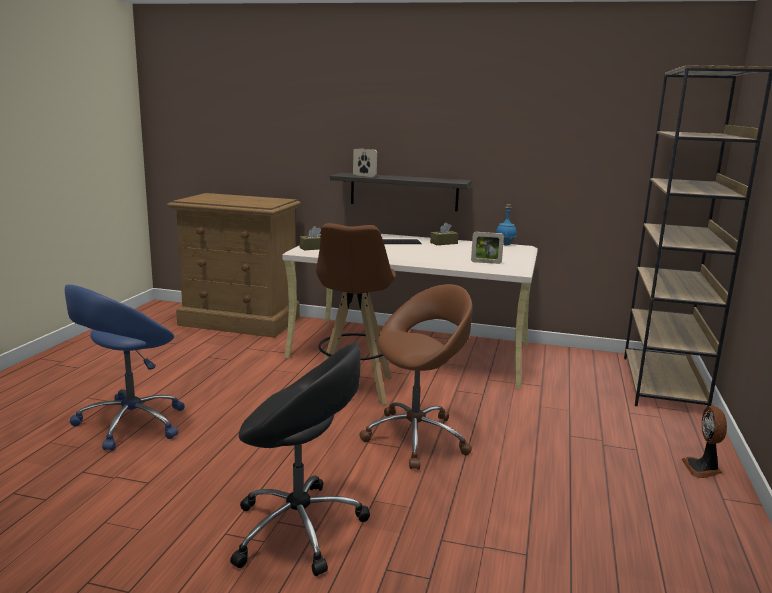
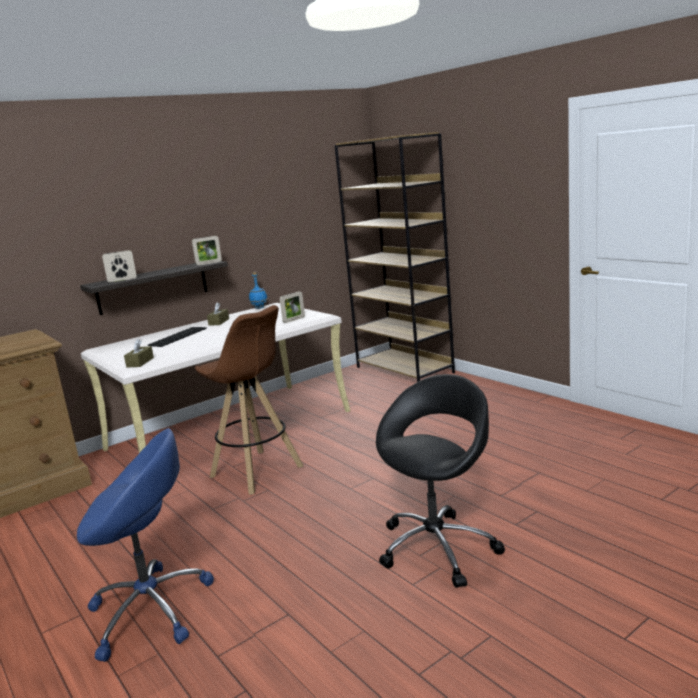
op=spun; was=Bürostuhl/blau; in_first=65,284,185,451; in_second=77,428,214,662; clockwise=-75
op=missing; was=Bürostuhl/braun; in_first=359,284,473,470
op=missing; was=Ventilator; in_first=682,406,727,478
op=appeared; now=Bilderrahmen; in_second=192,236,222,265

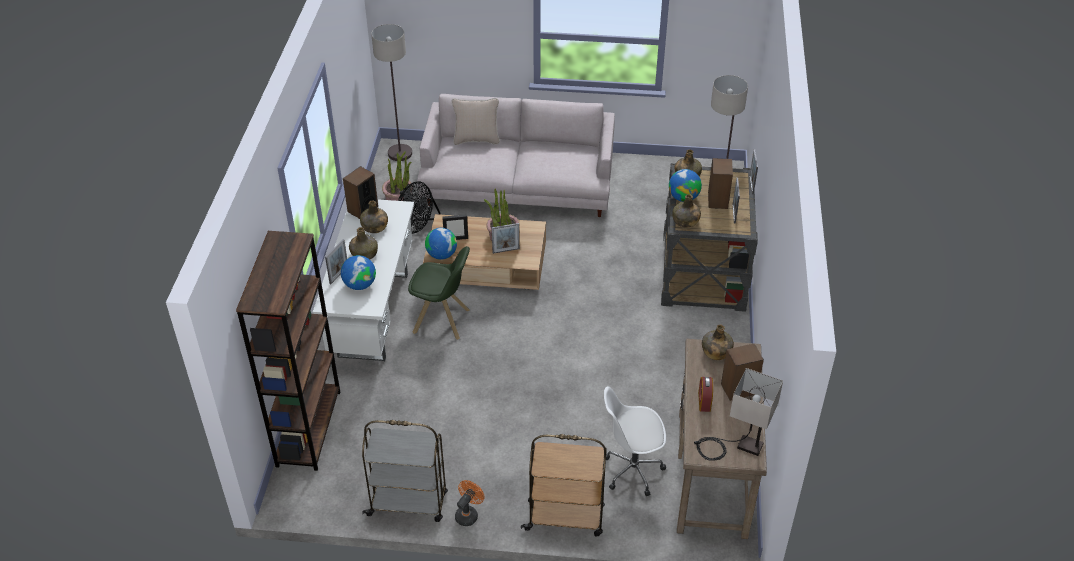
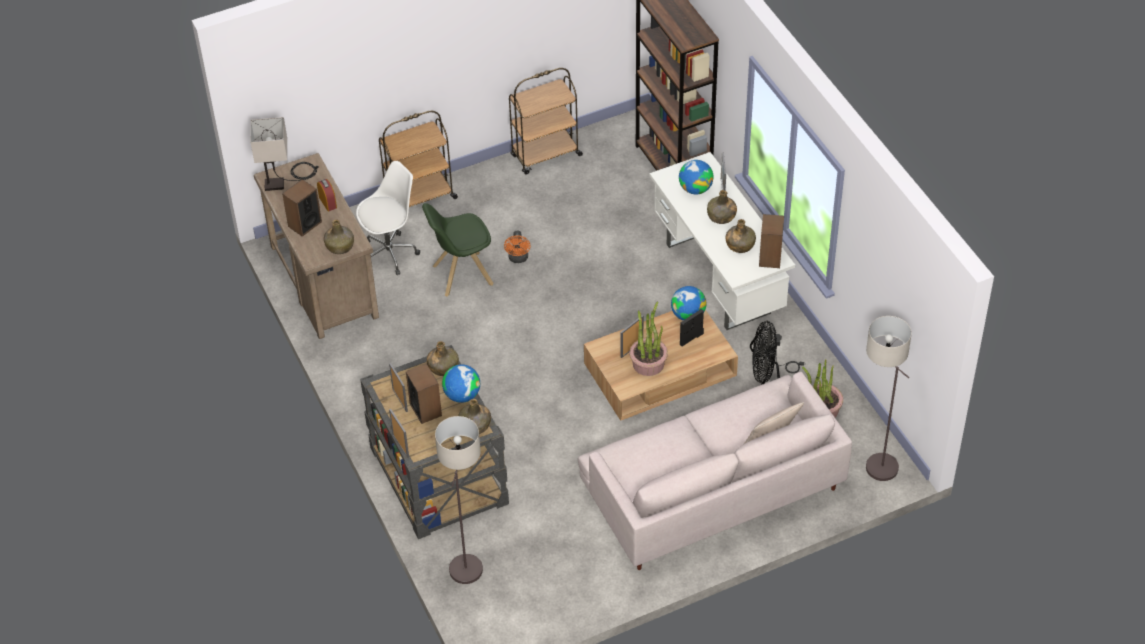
op=colour; was=Rollwagen/grau; now=Rollwagen/braun; in_first=362,420,448,522; in_second=509,68,583,175
op=relocated; was=Stuhl/grün; in_first=408,246,470,340; in_second=422,203,494,297
op=relocated; was=Ventilator/orange; in_first=455,480,484,526; in_second=504,231,531,263

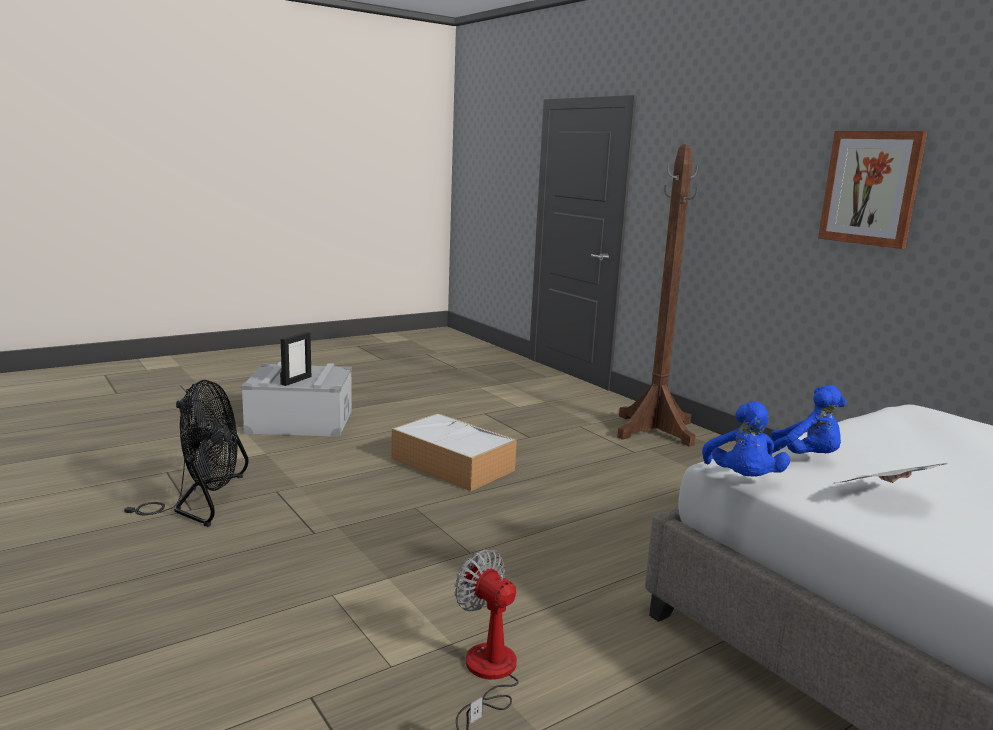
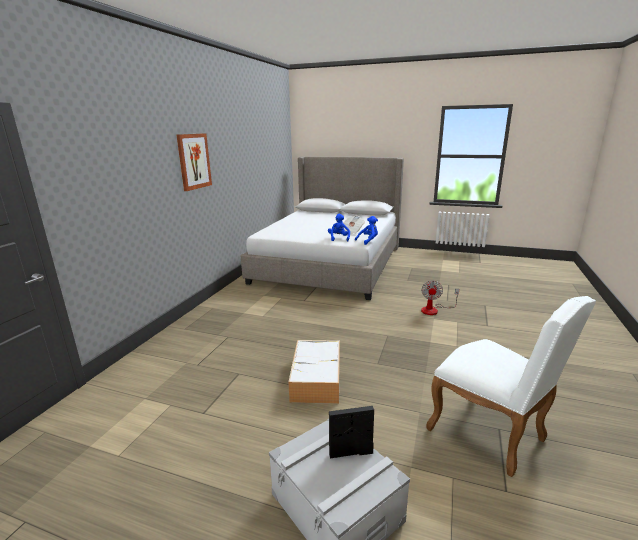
op=exchanged; was=Ventilator/schwarz; now=Stuhl/weiß; in_first=123,380,248,527; in_second=426,296,596,477
op=missing; was=Kleiderständer/braun; in_first=617,144,698,447

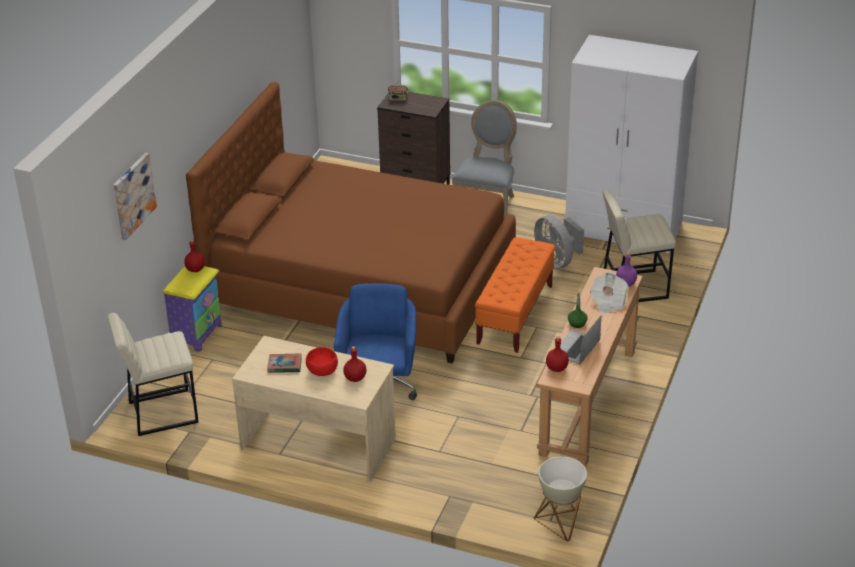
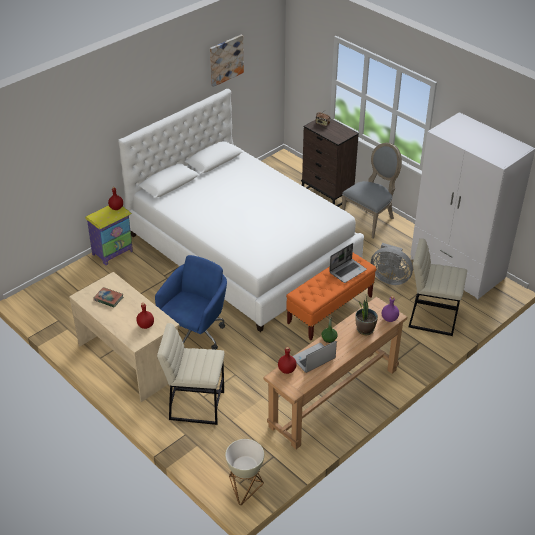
op=relocated; was=Stuhl/beige; in_first=108,313,199,436; in_second=157,323,225,425
op=relocated; was=Bild; in_first=113,153,157,240; in_second=210,35,244,87
op=colour; was=Bett/braun; now=Bett/weiß; in_first=186,82,516,363; in_second=118,89,364,332
op=missing; was=Schüssel/rot; in_first=306,347,338,376
op=spun; was=Ventilator/grau; in_first=534,215,584,269; in_second=371,243,413,285; clockwise=-60
op=exchanged; was=Zeitung; now=Topfpflanze; in_first=590,272,629,314; in_second=355,297,378,335
op=appeared; now=Laptop; in_second=329,243,367,283

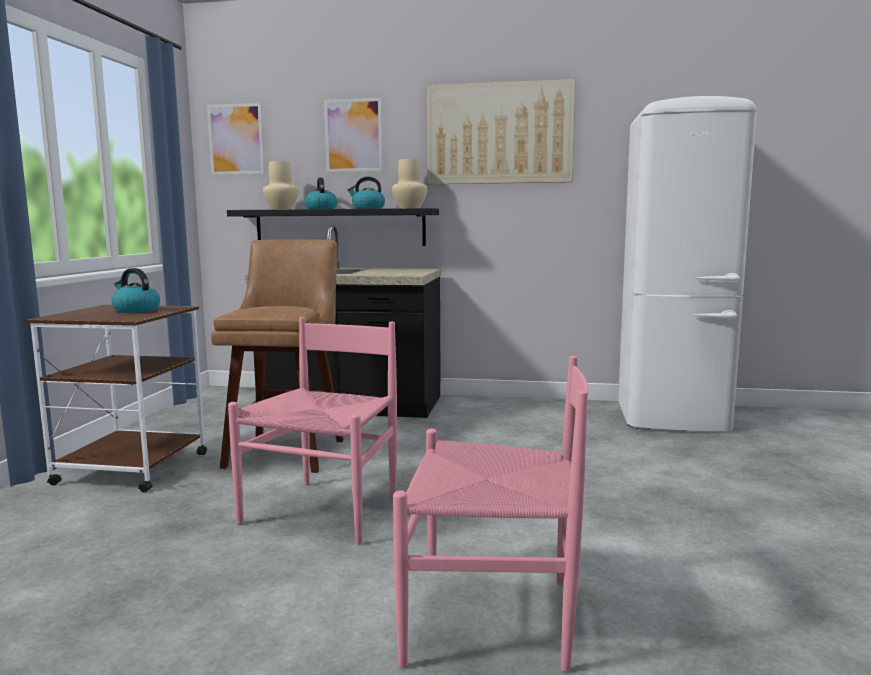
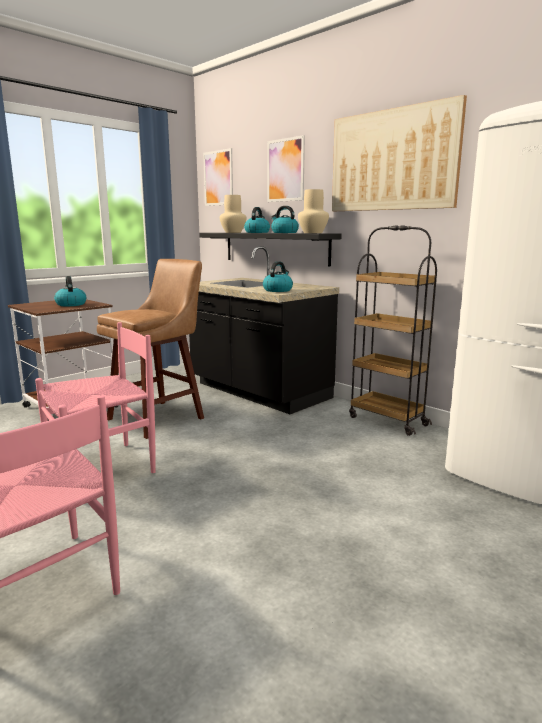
op=appeared; now=Wasserkessel; in_second=263,261,293,292
op=appeared; now=Rollwagen/braun; in_second=349,225,437,436

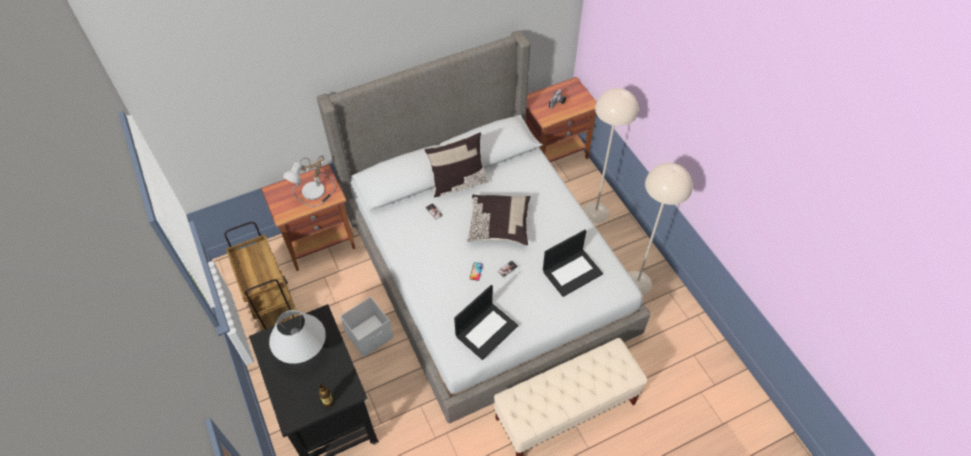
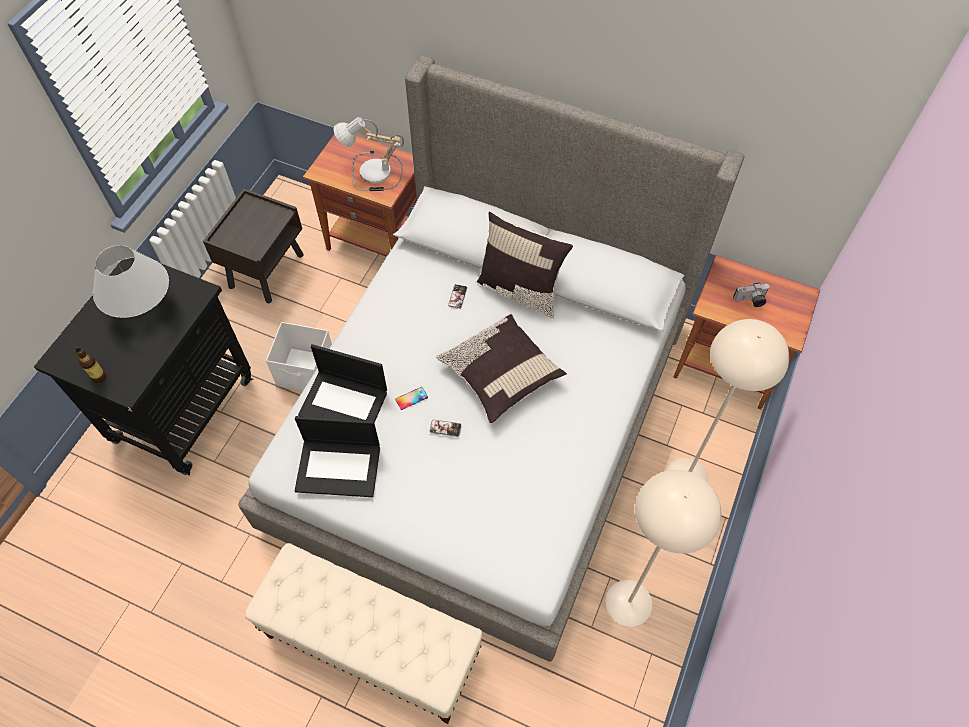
op=exchanged; was=Rollwagen/braun; now=Nachttisch/braun; in_first=225,222,299,331; in_second=203,188,303,303
op=relocated; was=Laptop; in_first=543,230,603,297; in_second=298,344,387,423

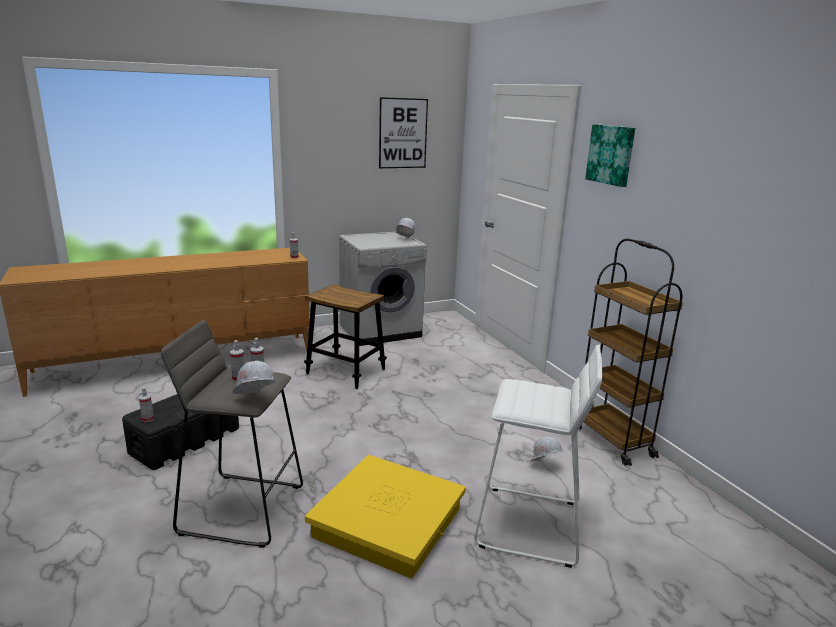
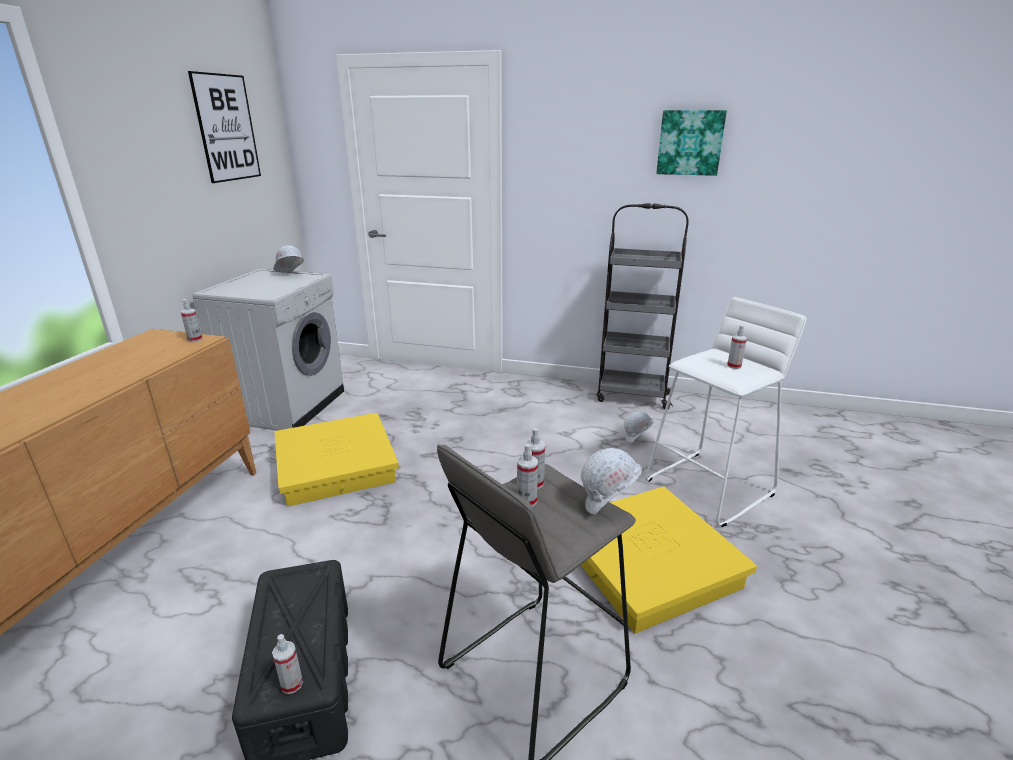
op=exchanged; was=Hocker; now=Aufbewahrungsbox/gelb; in_first=304,284,387,389; in_second=274,413,399,507
op=colour; was=Rollwagen/braun; now=Rollwagen/grau; in_first=579,239,683,466; in_second=596,203,689,409
op=relocated; was=Bild; in_first=585,124,635,187; in_second=656,110,727,176
op=appeared; now=Sprühflasche; in_second=727,325,747,369

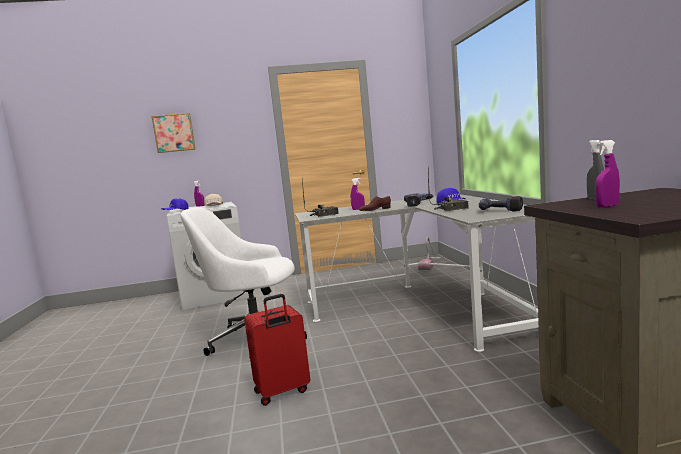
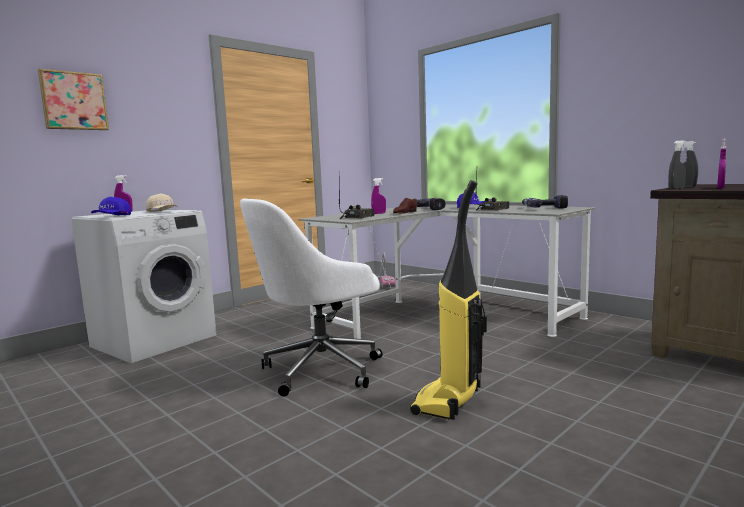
op=exchanged; was=Koffer/rot; now=Staubsauger; in_first=244,294,310,406; in_second=410,180,487,420
op=appeared; now=Sprühflasche/grau; in_second=668,140,686,190

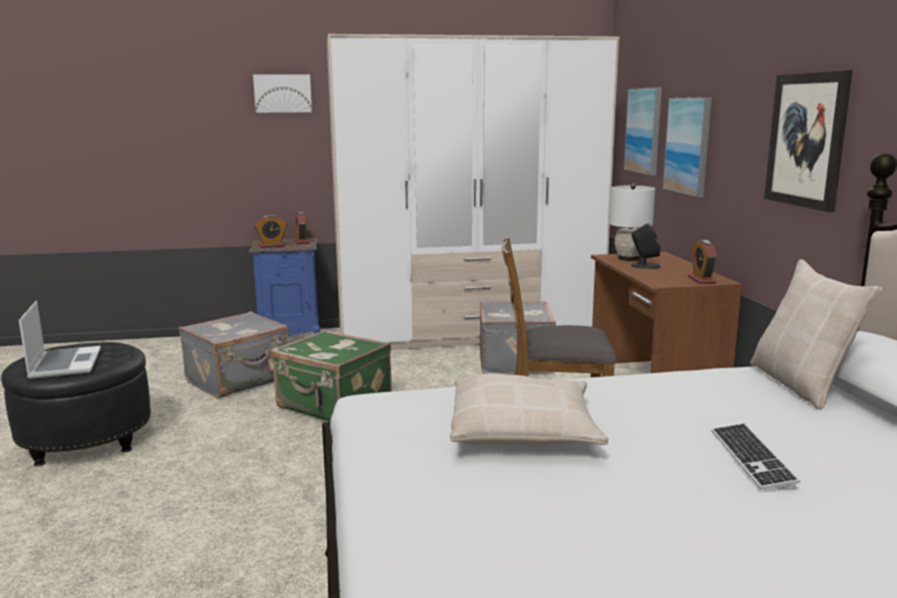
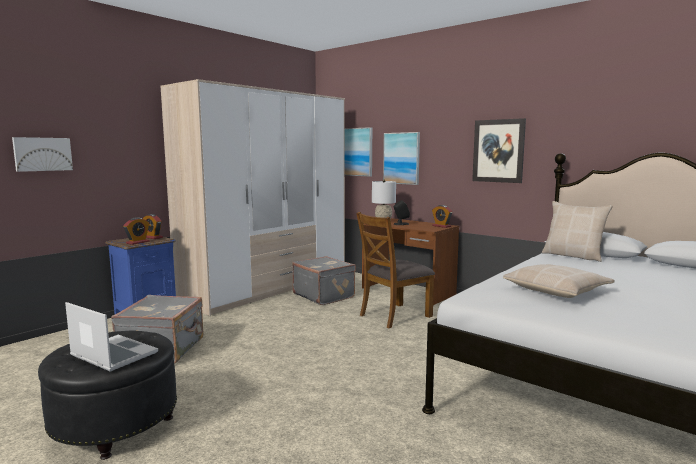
op=relocated; was=Bild; in_first=253,74,312,113; in_second=12,137,73,172
op=missing; was=Koffer/grün; in_first=271,330,392,422
op=missing; was=Tastatur; in_first=712,424,800,489

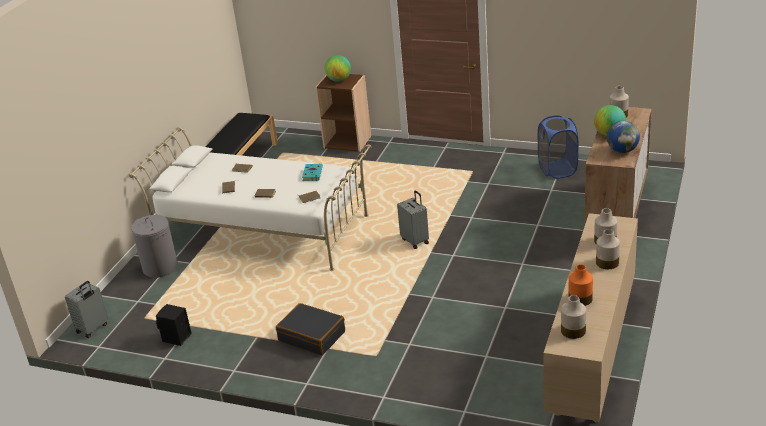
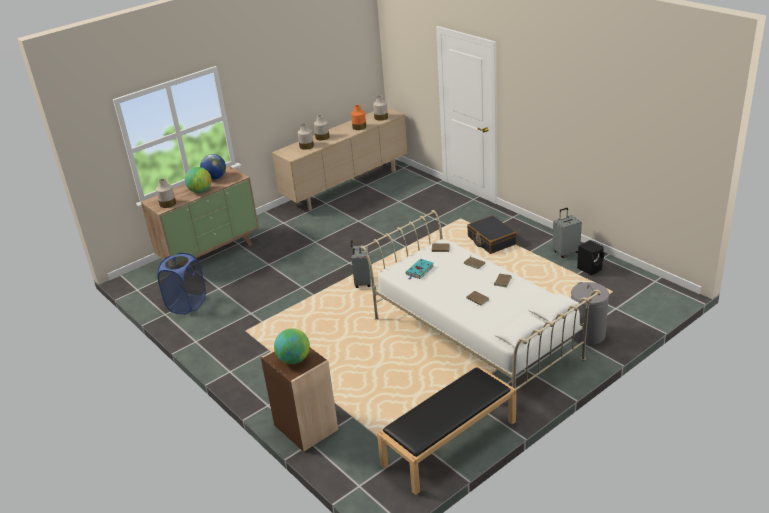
op=relocated; was=Koffer/grau; in_first=65,281,108,338; in_second=552,208,582,258

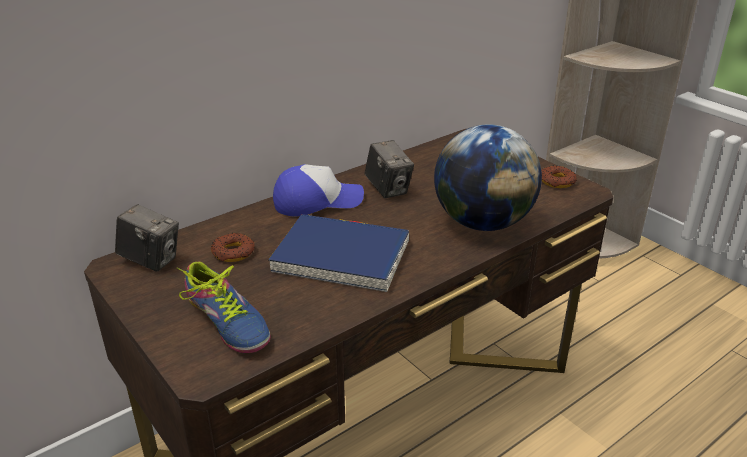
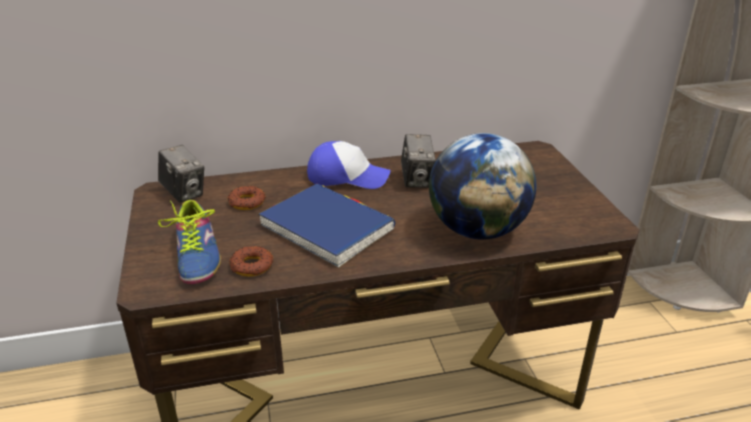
op=relocated; was=Donut; in_first=541,165,577,188; in_second=229,246,274,277

